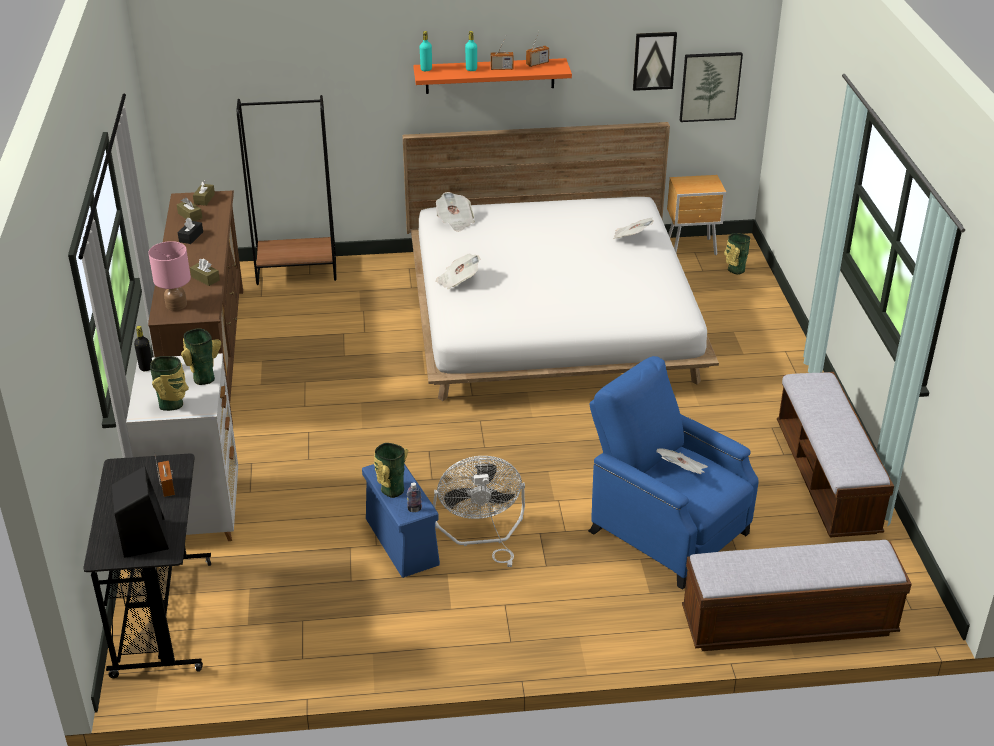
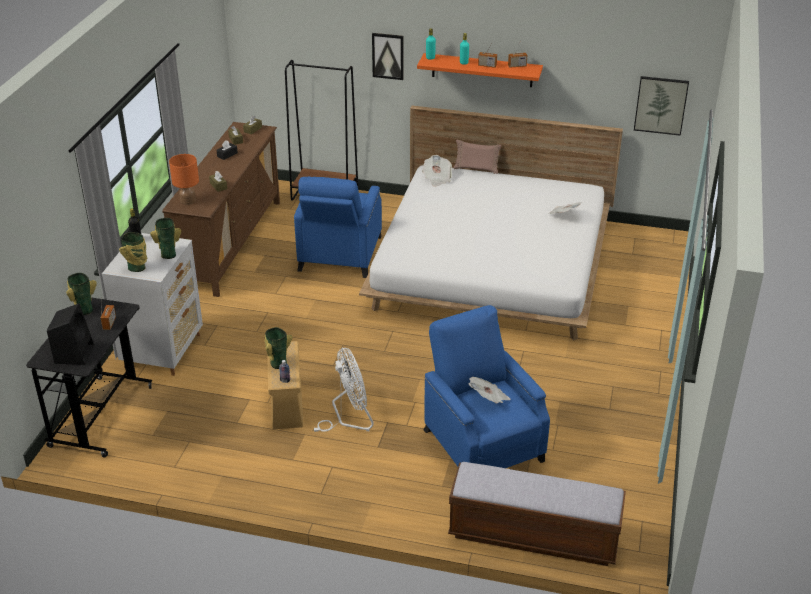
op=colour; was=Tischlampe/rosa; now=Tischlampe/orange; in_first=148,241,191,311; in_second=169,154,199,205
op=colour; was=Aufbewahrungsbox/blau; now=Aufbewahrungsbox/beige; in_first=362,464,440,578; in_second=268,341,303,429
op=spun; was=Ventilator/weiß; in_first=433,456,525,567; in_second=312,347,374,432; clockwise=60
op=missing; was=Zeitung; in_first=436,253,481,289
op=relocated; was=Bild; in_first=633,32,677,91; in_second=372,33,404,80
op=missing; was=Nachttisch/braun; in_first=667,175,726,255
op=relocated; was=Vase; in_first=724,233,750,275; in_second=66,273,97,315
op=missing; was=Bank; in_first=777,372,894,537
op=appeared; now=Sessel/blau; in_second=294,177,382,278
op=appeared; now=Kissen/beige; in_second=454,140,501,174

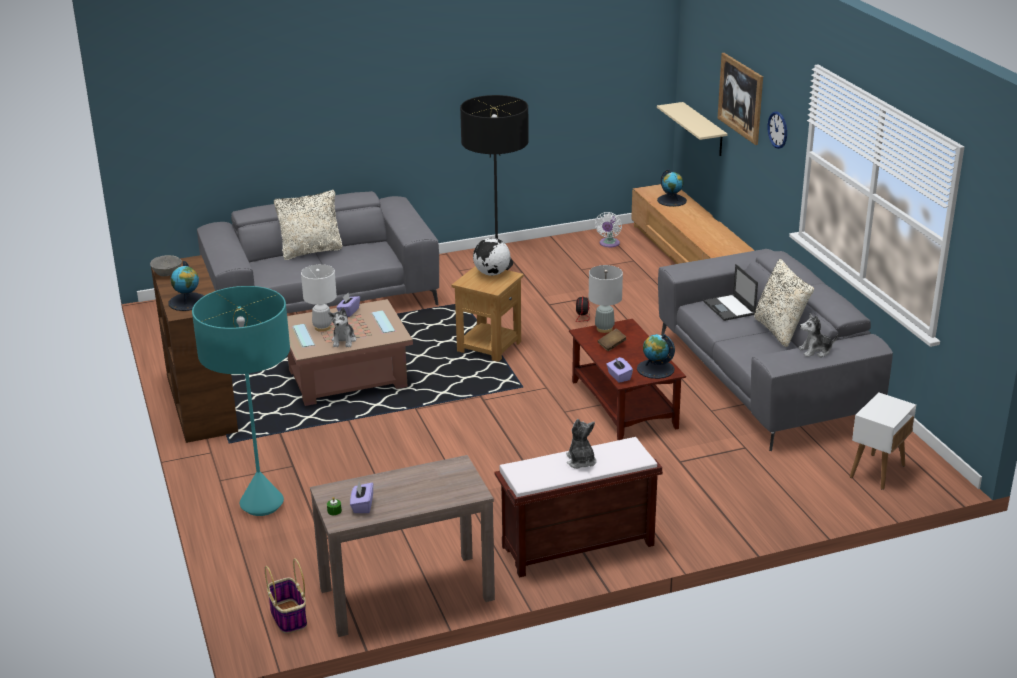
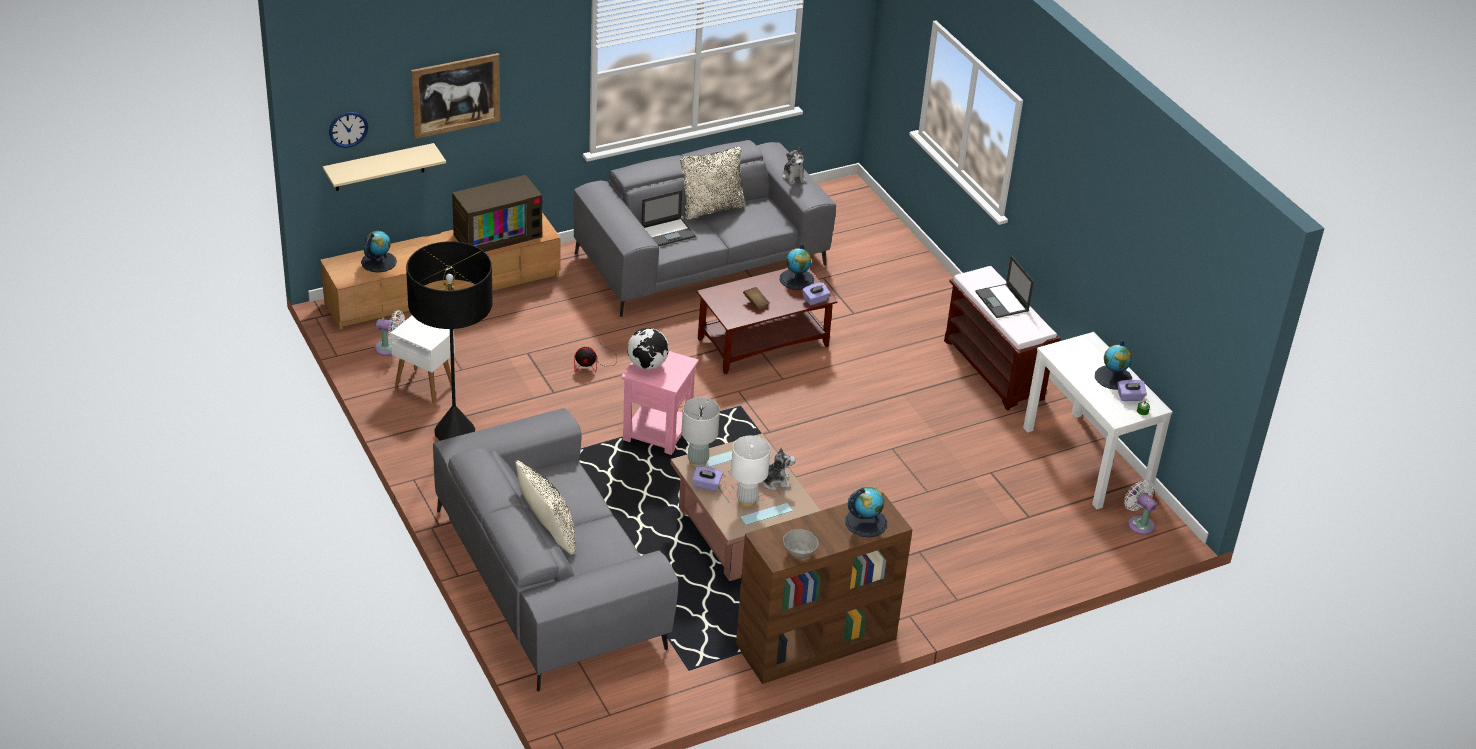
op=missing; was=Stehlampe/türkis; in_first=192,286,290,516
op=exchanged; was=Korb; now=Ventilator/weiß; in_first=265,558,307,633; in_second=1124,480,1157,535
op=colour; was=Konsolentisch/braun; now=Konsolentisch/weiß; in_first=310,455,495,637; in_second=1023,332,1173,509
op=colour; was=Beistelltisch/braun; now=Beistelltisch/rosa; in_first=452,266,524,362; in_second=621,351,699,455
op=exchanged; was=Plüschtier; now=Laptop; in_first=566,419,596,469; in_second=975,255,1034,318
op=relocated; was=Tischlampe/grau; in_first=589,265,623,333; in_second=681,397,720,468
op=relocated; was=Wanduhr; in_first=768,111,787,149; in_second=329,112,368,148
op=relocated; was=Beistelltisch/weiß; in_first=850,392,916,490; in_second=390,316,455,403
op=appeared; now=Fernseher; in_second=452,175,542,252
op=appeared; now=Globus; in_second=1095,340,1132,390

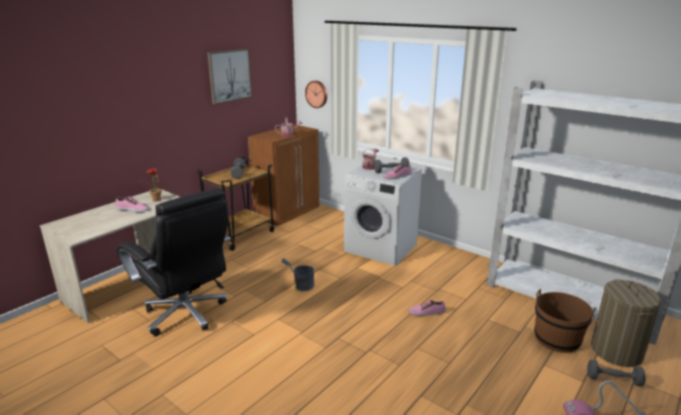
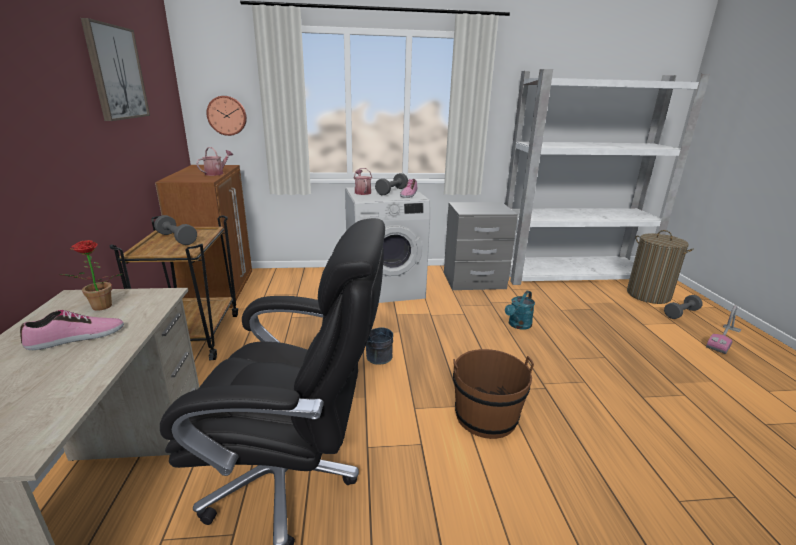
op=exchanged; was=Schuh; now=Gießkanne/türkis; in_first=408,300,446,316; in_second=505,290,535,330
op=relocated; was=Eimer/braun; in_first=535,289,596,353; in_second=453,349,534,439
op=appeared; now=Nachttisch/grau; in_second=444,202,518,290

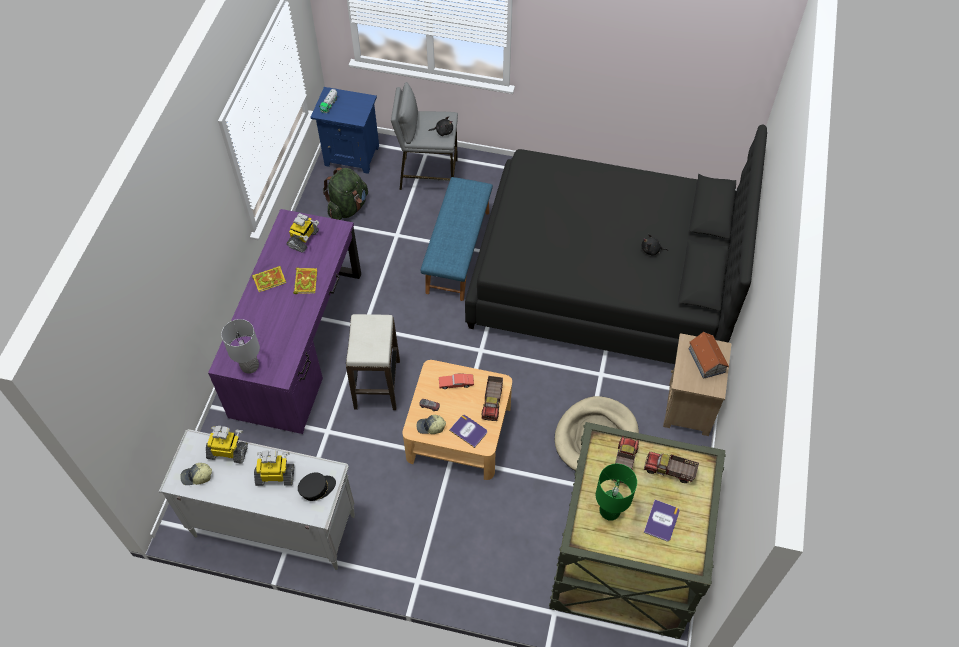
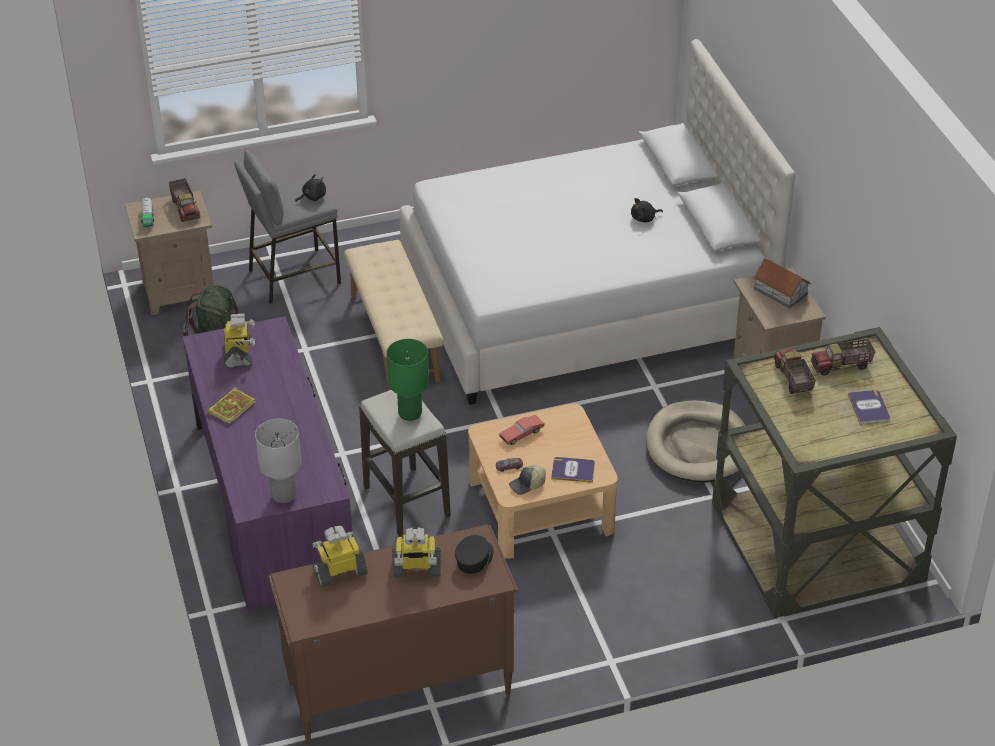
op=colour; was=Kommode/weiß; now=Kommode/braun; in_first=159,429,355,570; in_second=268,525,518,745
op=missing; was=Kappe; in_first=180,463,212,485
op=spun; was=Spielzeugroboter; in_first=254,450,294,486; in_second=392,527,441,577; clockwise=-150
op=missing; was=Buch; in_first=293,268,317,294
op=colour; was=Nachttisch/blau; now=Nachttisch/beige; in_first=310,87,379,174; in_second=125,190,214,315
op=colour; was=Bank/blau; now=Bank/beige; in_first=420,177,493,301; in_second=344,240,444,391
op=colour; was=Bett/schwarz; now=Bett/weiß; in_first=465,124,767,364; in_second=399,39,795,405
op=relocated; was=Spielzeuglaster; in_first=482,376,503,421; in_second=169,178,200,222
op=relocated; was=Tischlampe/grün; in_first=596,464,637,521; in_second=387,339,429,421

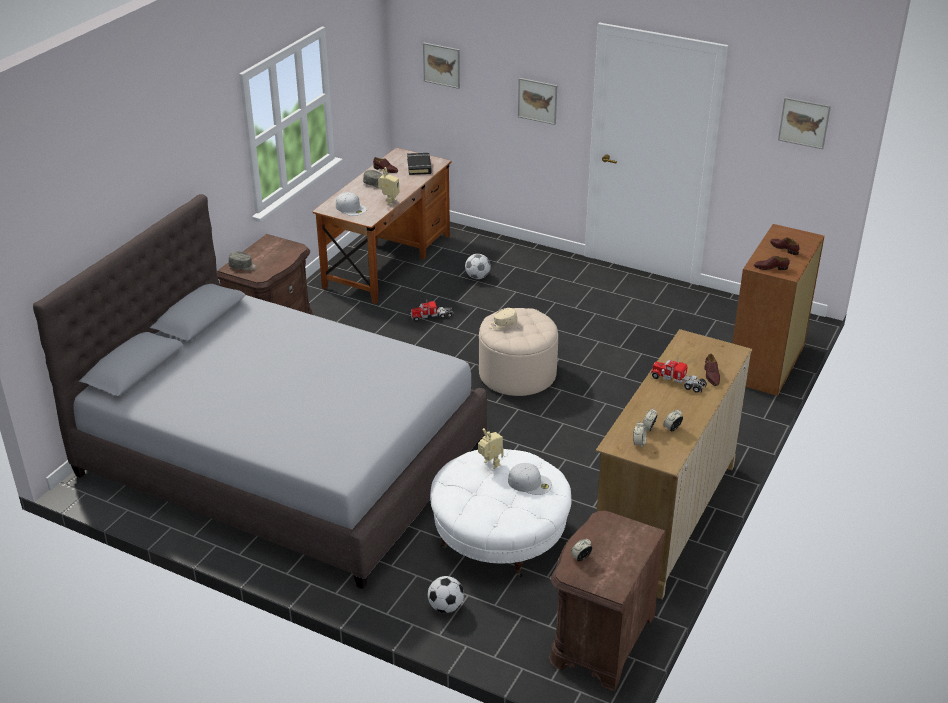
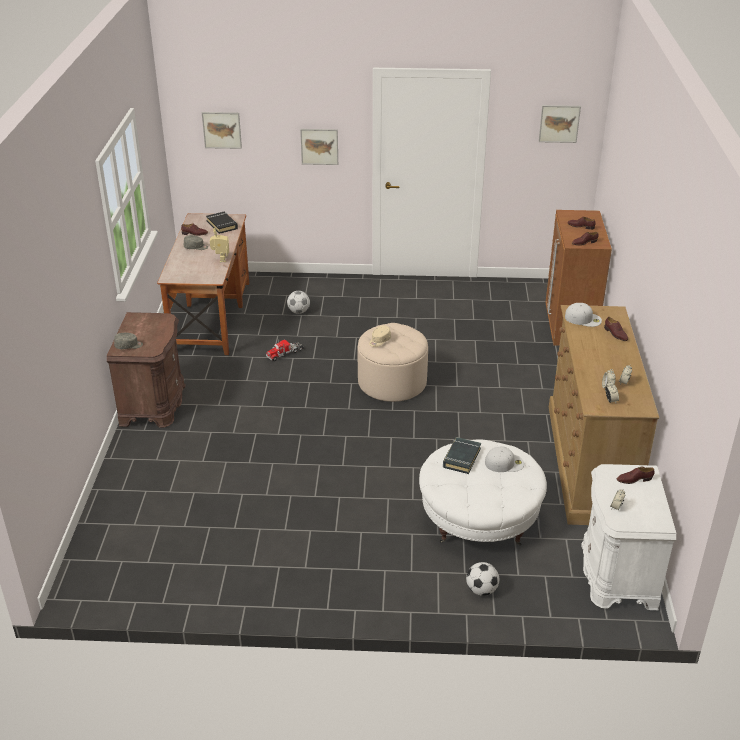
op=missing; was=Bett/grau; in_first=33,194,487,589
op=relocated; was=Kappe/weiß; in_first=336,192,367,216; in_second=565,303,602,327
op=exchanged; was=Spielzeugroboter; now=Buch/schwarz; in_first=478,428,504,469; in_second=443,437,481,474
op=colour; was=Nachttisch/braun; now=Nachttisch/weiß; in_first=549,511,666,691; in_second=581,464,676,610
op=missing; was=Spielzeuglaster; in_first=650,358,707,394
op=appeared; now=Schuh/braun; in_second=617,467,655,484

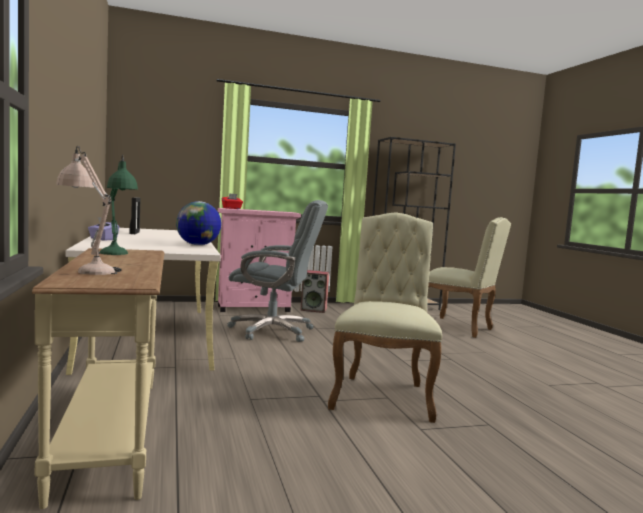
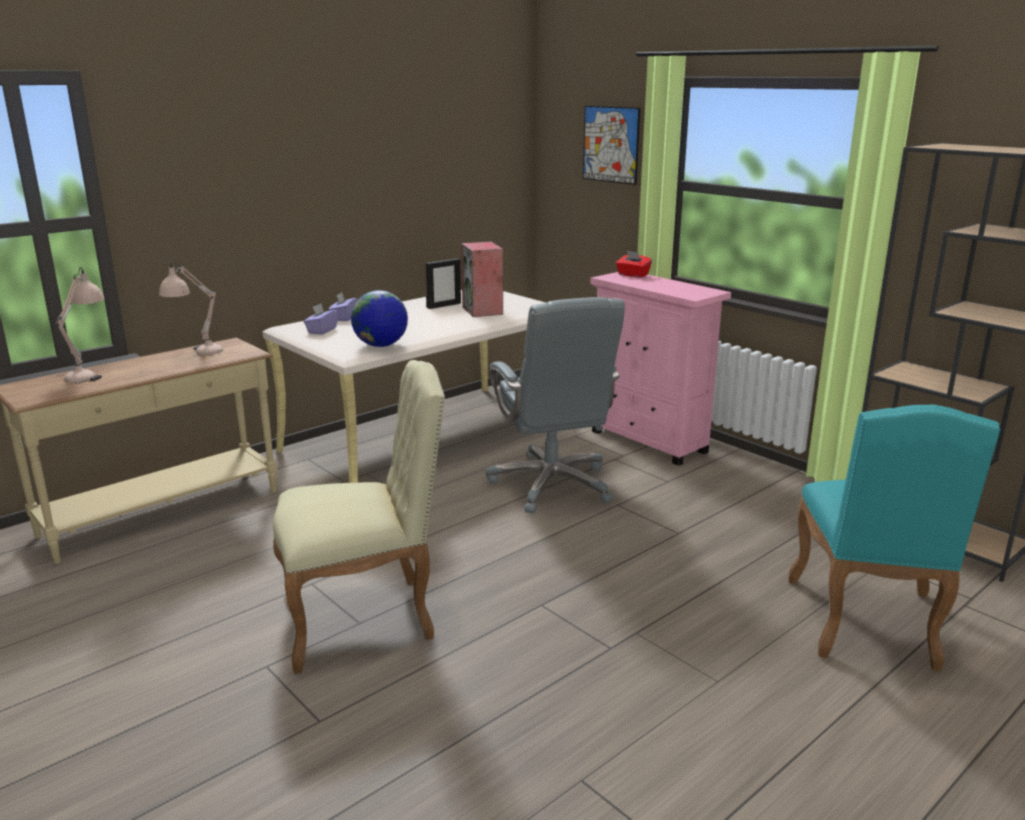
op=colour; was=Tischlampe/grün; now=Tischlampe/beige; in_first=99,155,138,255; in_second=159,261,223,355
op=relocated; was=Lautsprecher; in_first=300,270,329,313; in_second=461,242,503,317
op=colour; was=Stuhl/beige; now=Stuhl/türkis; in_first=428,217,511,338; in_second=789,404,1000,671
op=appeared; now=Taschentuchbox/lila; in_second=304,304,338,335
op=appeared; now=Bild; in_second=583,106,640,185

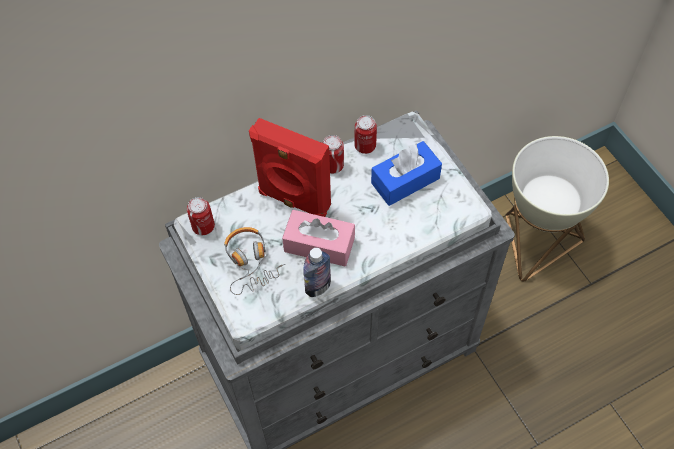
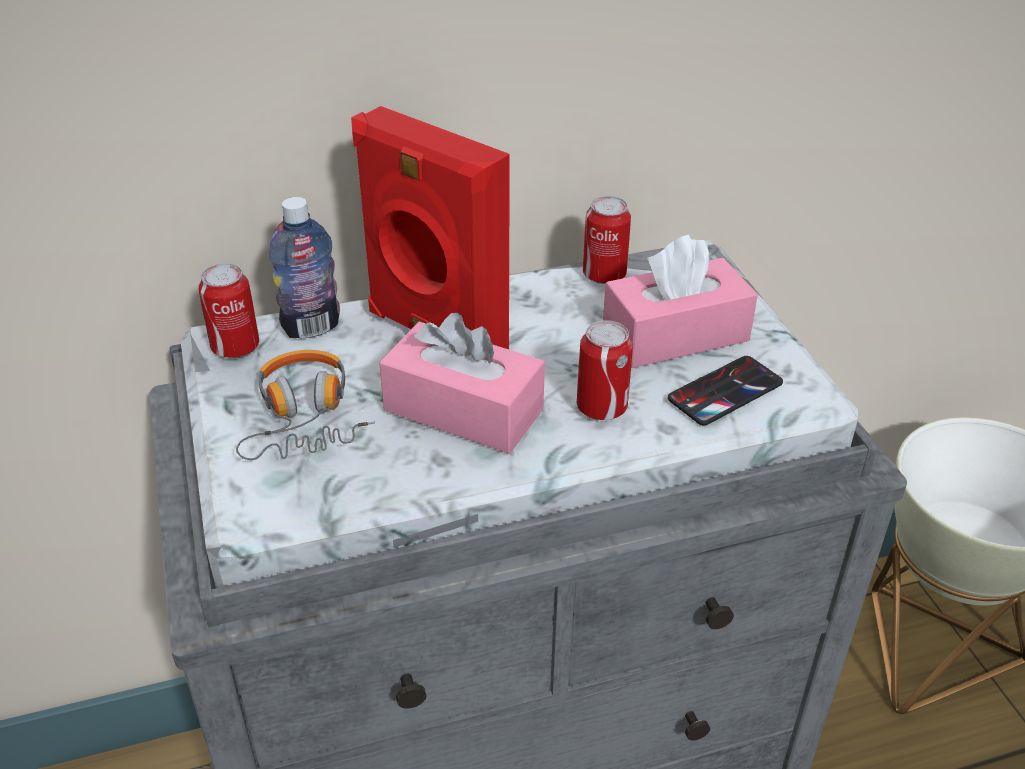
op=relocated; was=Flasche; in_first=303,248,331,297; in_second=269,197,340,338
op=relocated; was=Dose; in_first=322,135,344,173; in_second=577,320,633,420
op=colour; was=Taschentuchbox/blau; now=Taschentuchbox/rosa; in_first=371,141,442,206; in_second=603,235,758,368
op=appeared; now=Handy; in_second=668,356,783,425

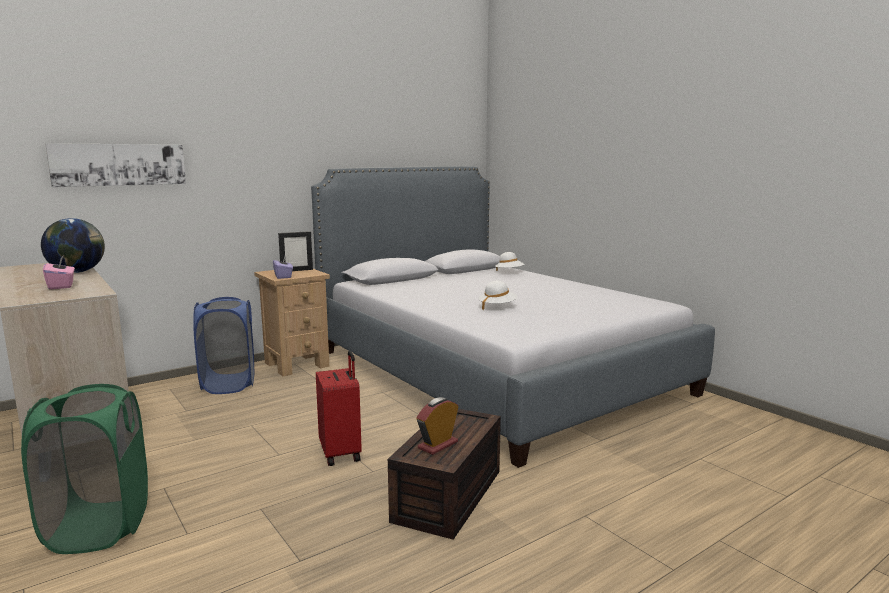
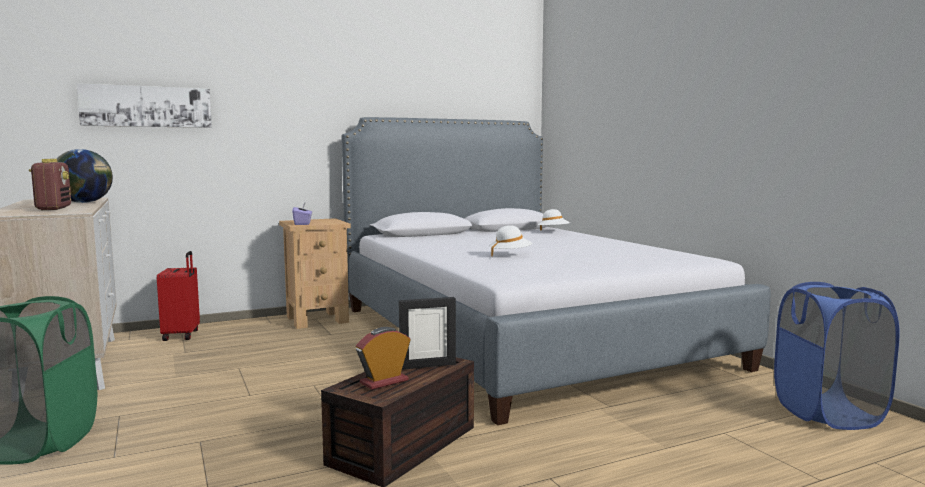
op=exchanged; was=Taschentuchbox/rosa; now=Radio; in_first=43,255,75,290; in_second=28,159,71,210
op=relocated; was=Wäschekorb/blau; in_first=193,297,254,394; in_second=774,282,900,430
op=relocated; was=Bilderrahmen; in_first=278,231,313,271; in_second=399,297,456,370
op=relocated; was=Koffer/rot; in_first=316,351,362,466; in_second=157,251,200,341

